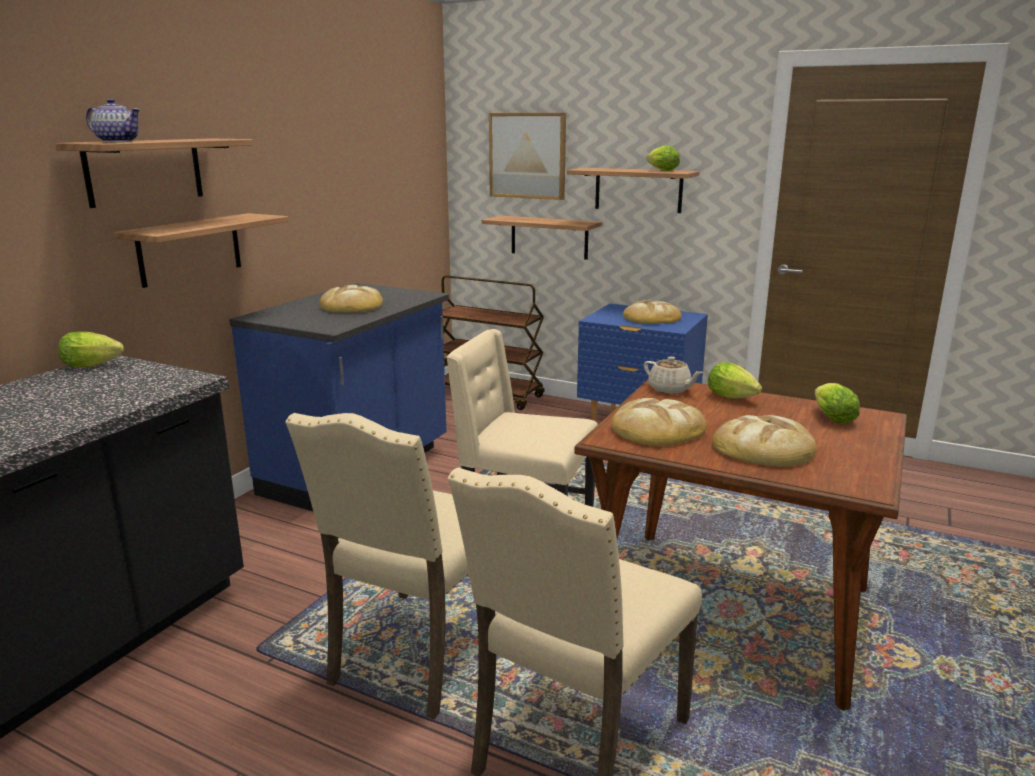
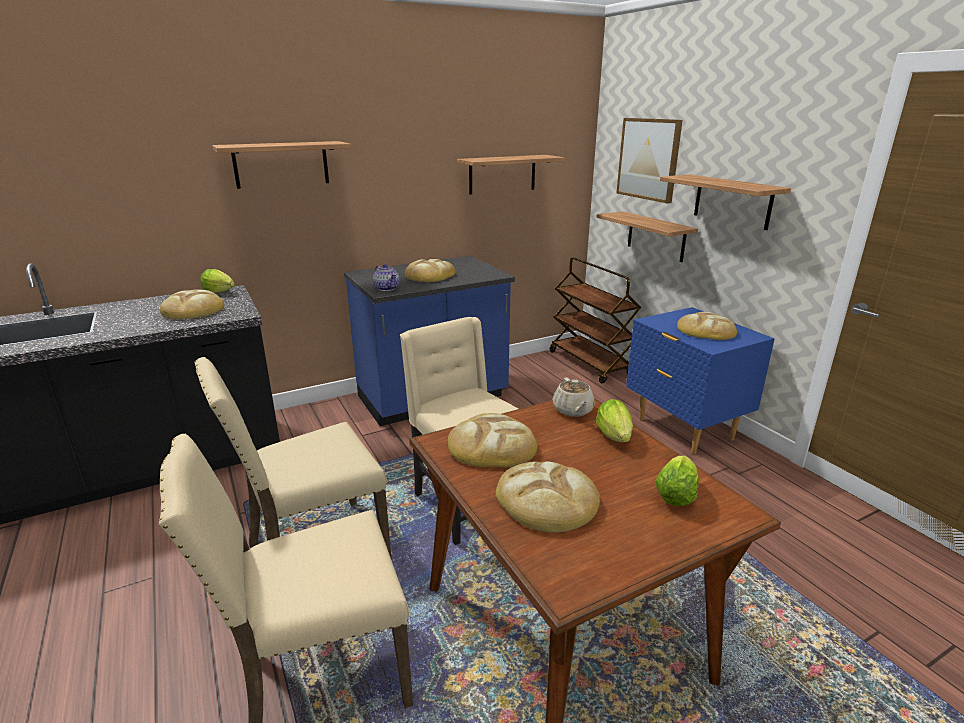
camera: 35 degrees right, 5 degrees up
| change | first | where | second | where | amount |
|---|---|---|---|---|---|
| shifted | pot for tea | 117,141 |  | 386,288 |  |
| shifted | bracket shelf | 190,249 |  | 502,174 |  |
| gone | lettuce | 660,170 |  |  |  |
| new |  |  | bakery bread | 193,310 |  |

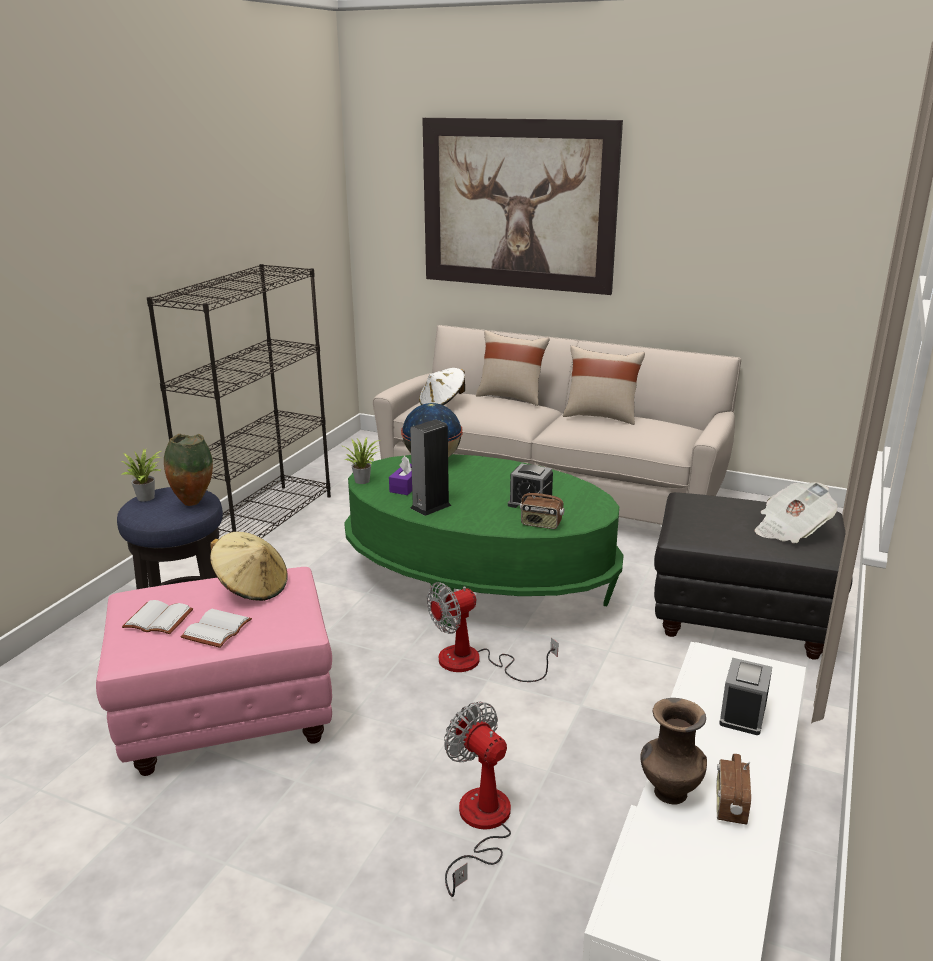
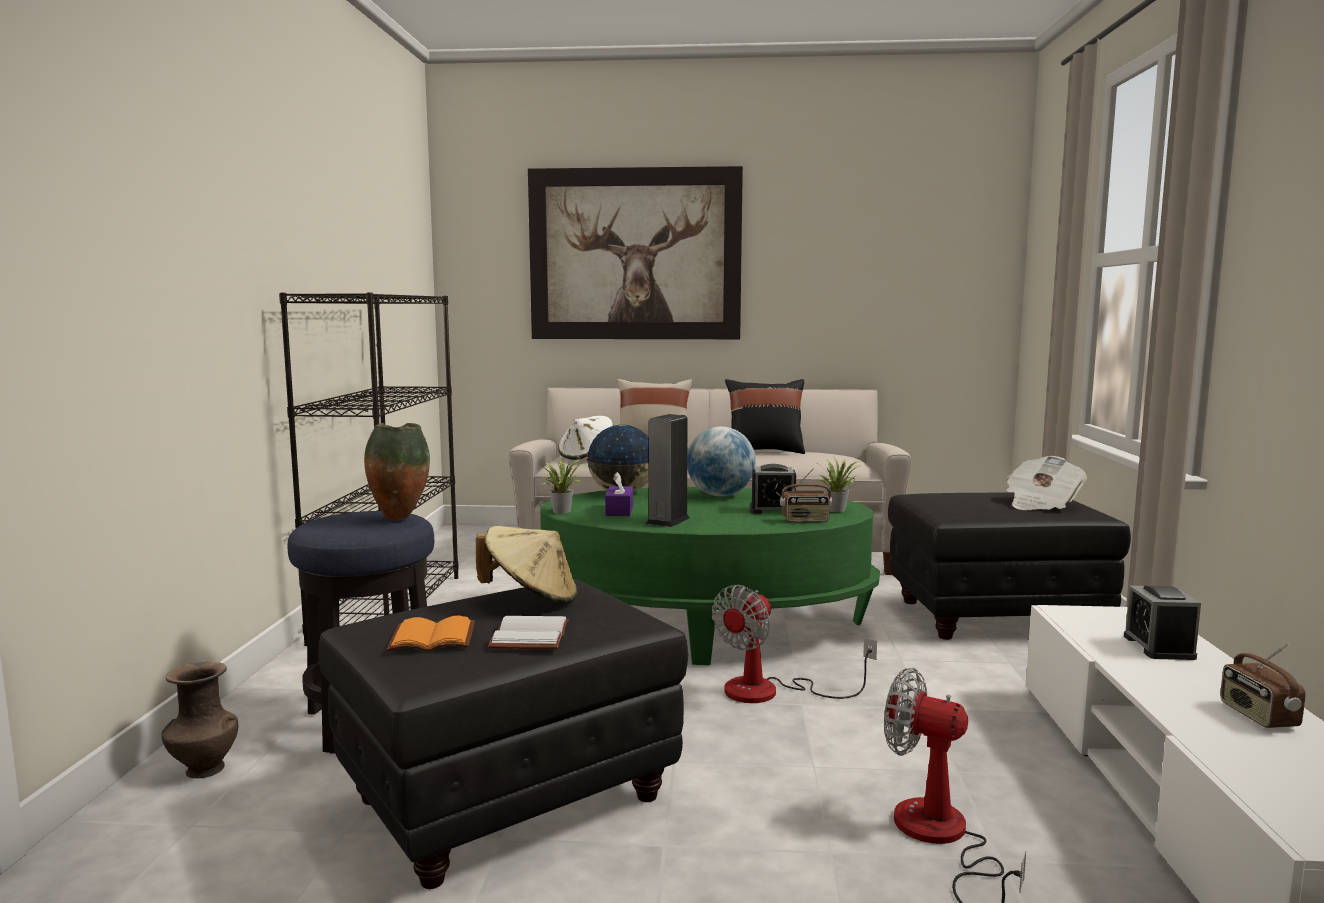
camera: 20 degrees left, 15 degrees down
| change | first | where | second | where | amount |
|---|---|---|---|---|---|
| repainted | ottoman in pinkish | 229,718 | ottoman in black | 508,798 |  |
| shifted | plant in a pot | 148,497 |  | 837,509 |  |
| repainted | book in white-coloured | 156,620 | book in orange-coloured | 430,639 |  |
| repainted | cushion in beige-coloured | 601,416 | cushion in black | 764,451 |  |
| shifted | decorative vase in brownish | 668,792 |  | 203,770 |  |
| new |  |  | globe | 720,495 |  |

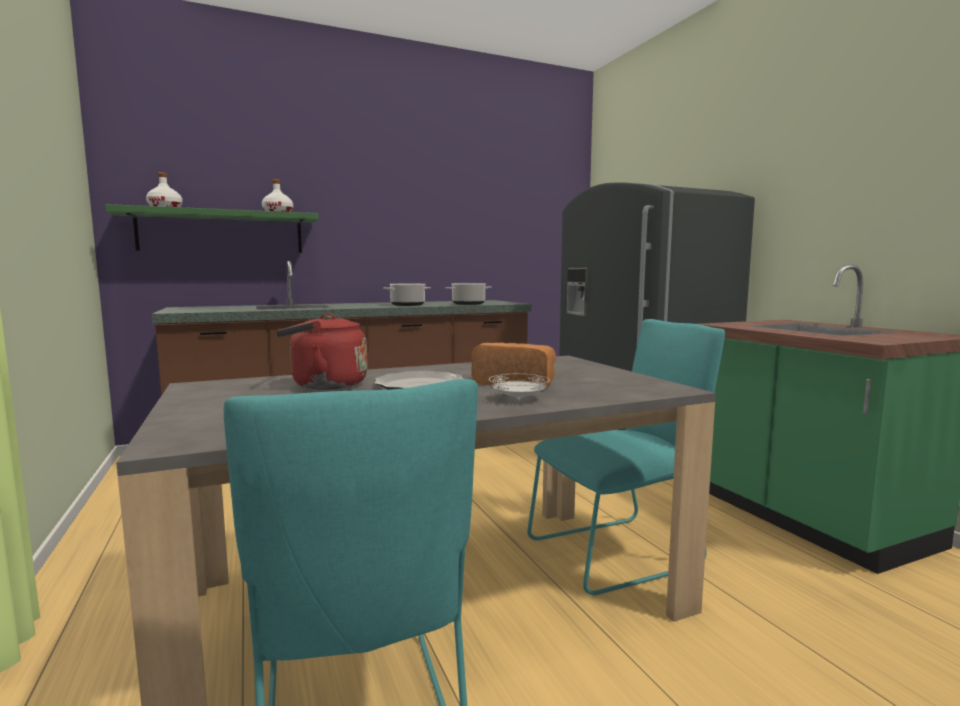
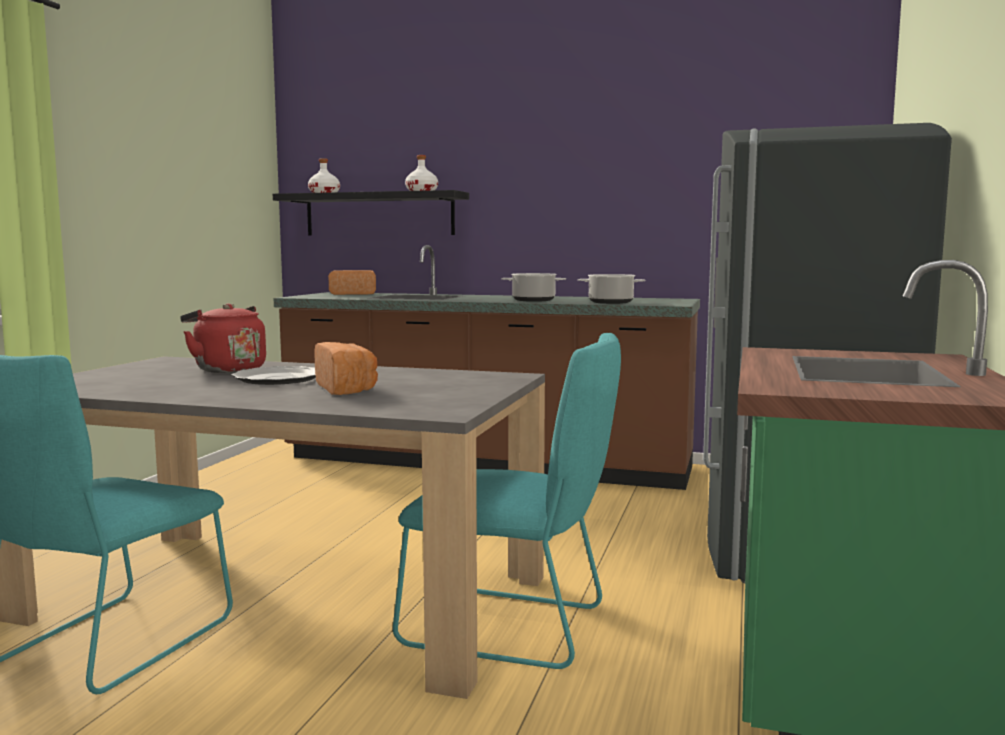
camera: 40 degrees right, 0 degrees up
| change | first | where | second | where | amount |
|---|---|---|---|---|---|
| repainted | bracket shelf in greenish | 222,232 | bracket shelf in black | 379,214 |  |
| gone | flat dish in white-coloured | 518,399 |  |  |  |
| new |  |  | bakery bread | 353,294 |  |

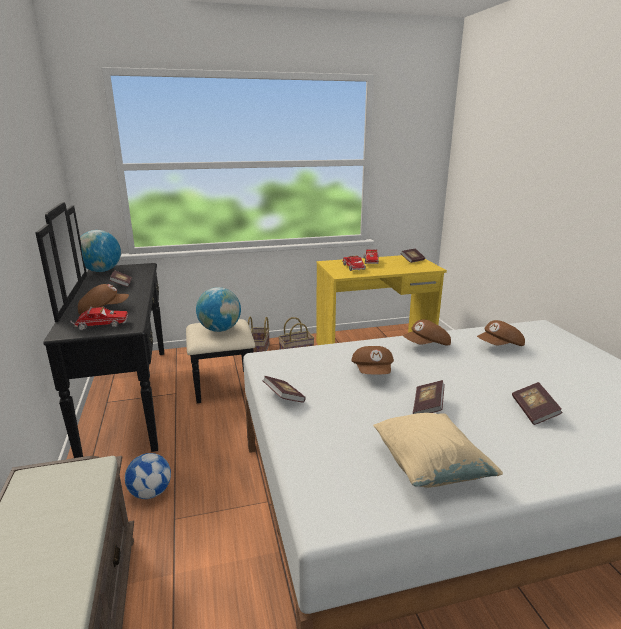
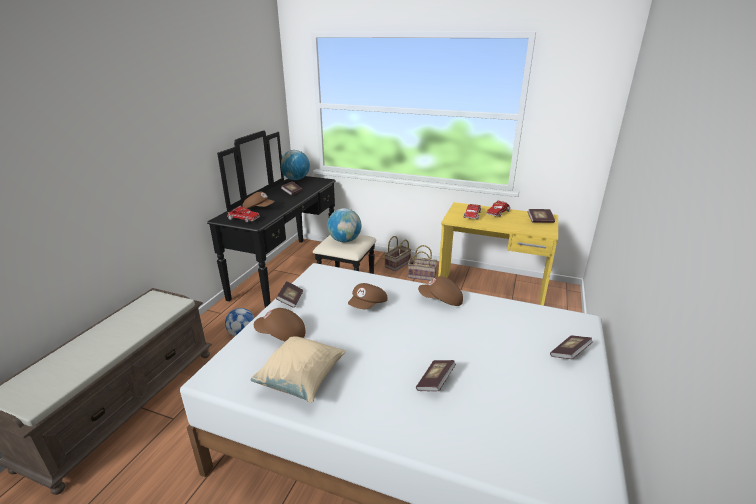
camera: 35 degrees right, 5 degrees up
| change | first | where | second | where | amount |
|---|---|---|---|---|---|
| shifted | book | 427,407 |  | 569,353 |  |
| shifted | baseball cap in brownish | 500,346 |  | 281,335 |  |

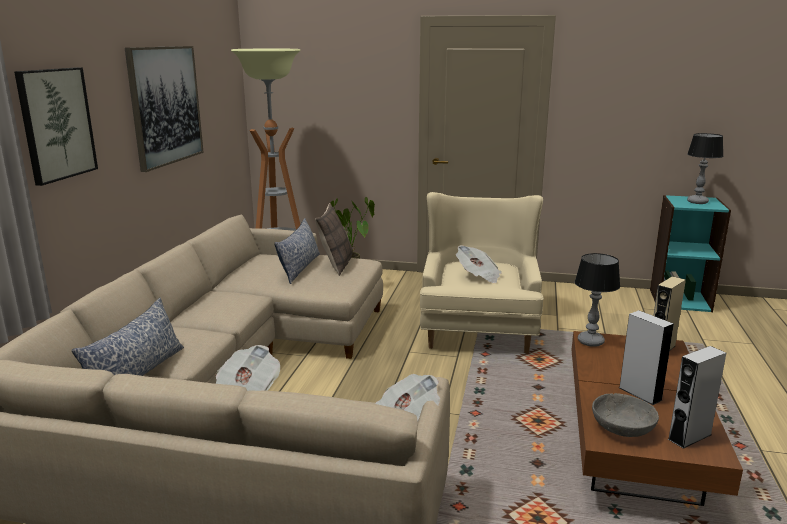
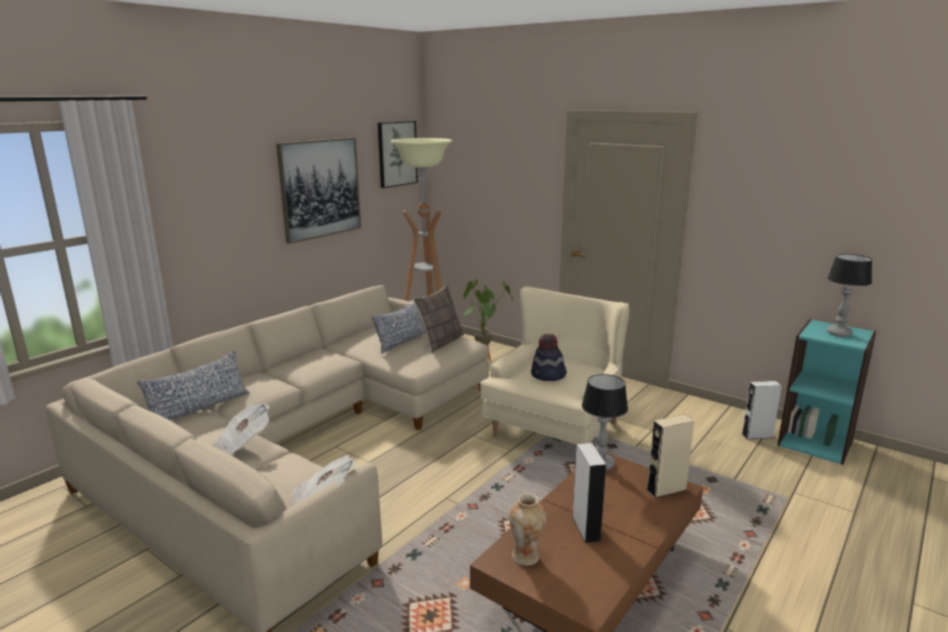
camera: 25 degrees right, 0 degrees up
| change | first | where | second | where | amount |
|---|---|---|---|---|---|
| shifted | wall art | 56,124 |  | 397,153 |  |
| swapped | newspaper | 478,276 | hat | 548,375 |  |
| swapped | serving bowl in greyish | 622,429 | decorative vase | 526,556 |  |
| shifted | loudspeaker in greyish | 689,437 |  | 757,435 |  |

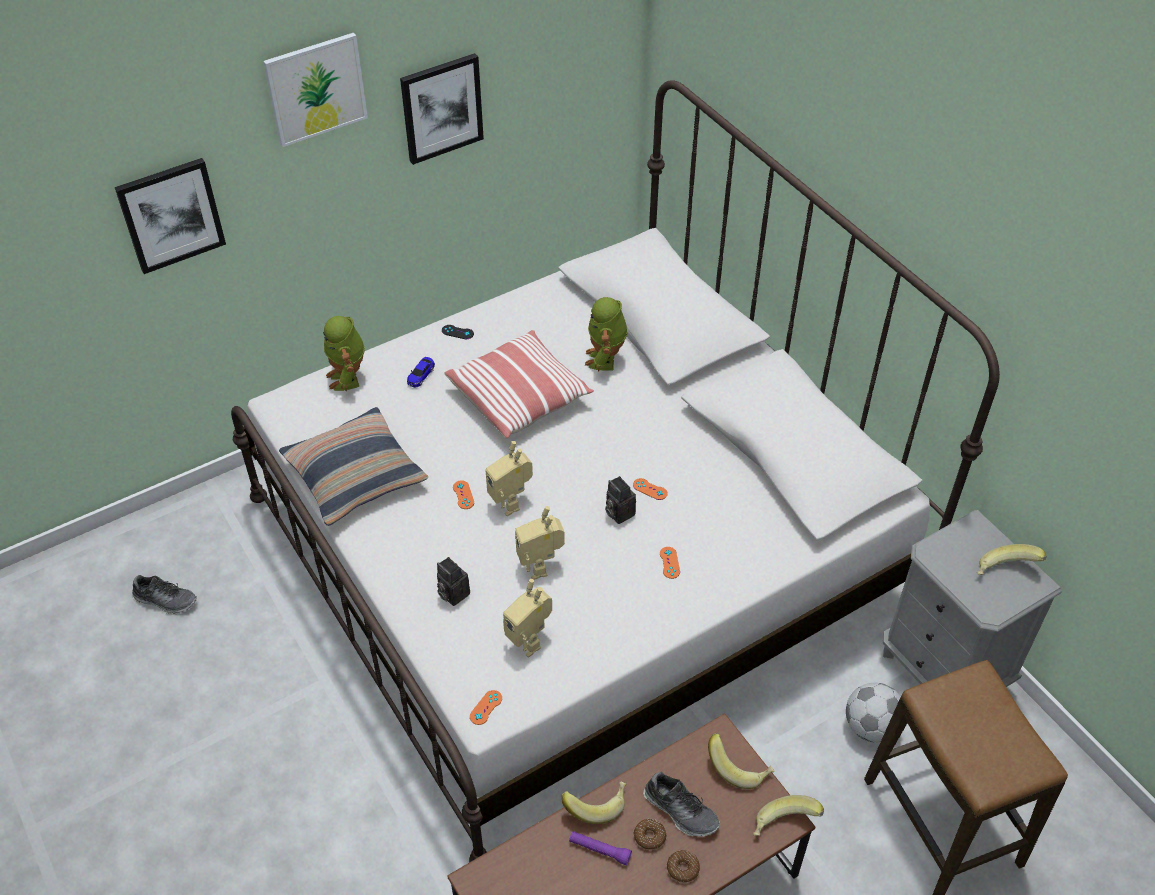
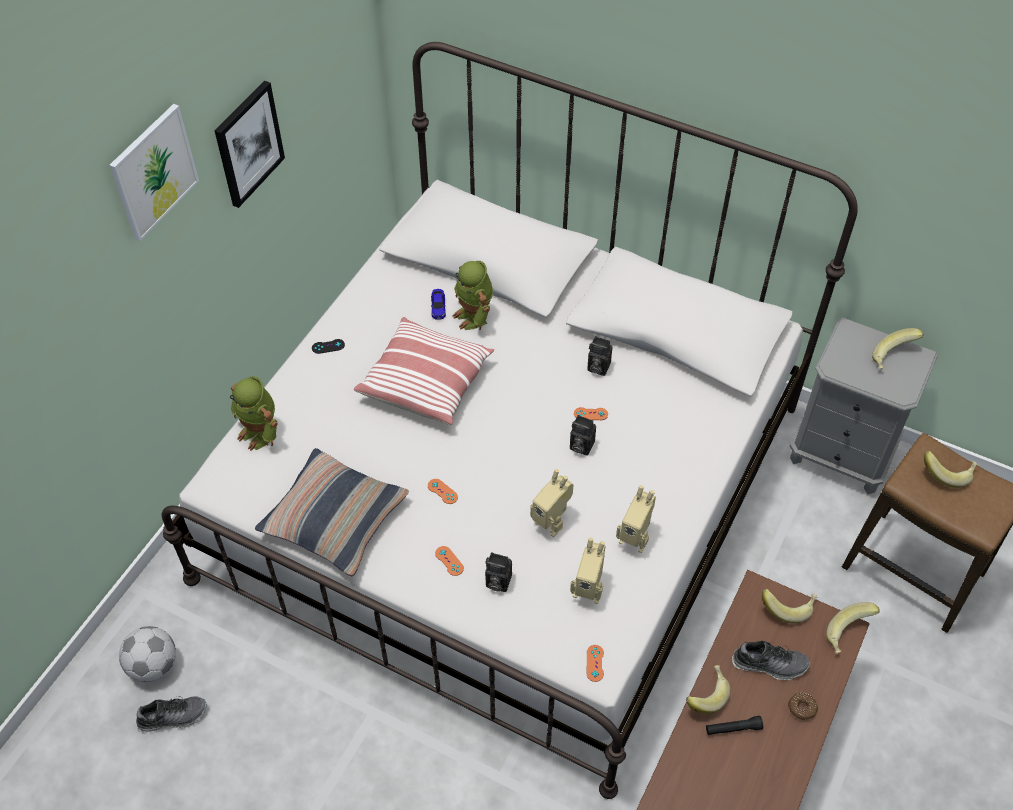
camera: 30 degrees left, 5 degrees up
| change | first | where | second | where | amount |
|---|---|---|---|---|---|
| gone | wall art | 171,215 |  |  |  |
| shifted | miniature car | 421,375 |  | 438,307 |  |
| shifted | robot figure | 511,502 |  | 635,538 |  |
| repainted | hand torch in purple | 599,850 | hand torch in black | 733,728 |  |
| gone | doughnut | 649,836 |  |  |  |
| shifted | game controller in orange-coloured | 669,562 |  | 449,561 |  |
| shifted | ball for football | 870,727 |  | 153,665 |  |
| new |  |  | photo camera | 597,367 |  |
| new |  |  | banana fruit | 947,473 |  |

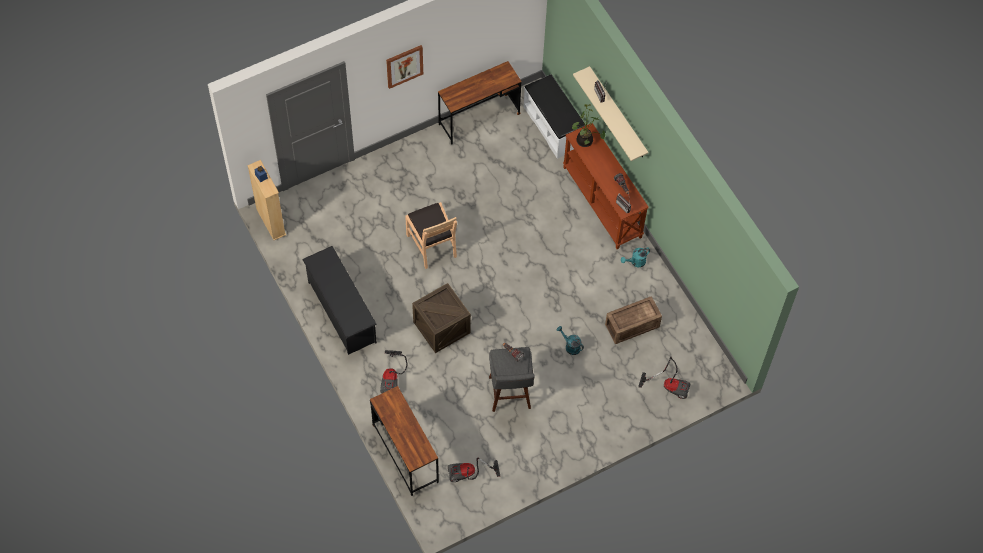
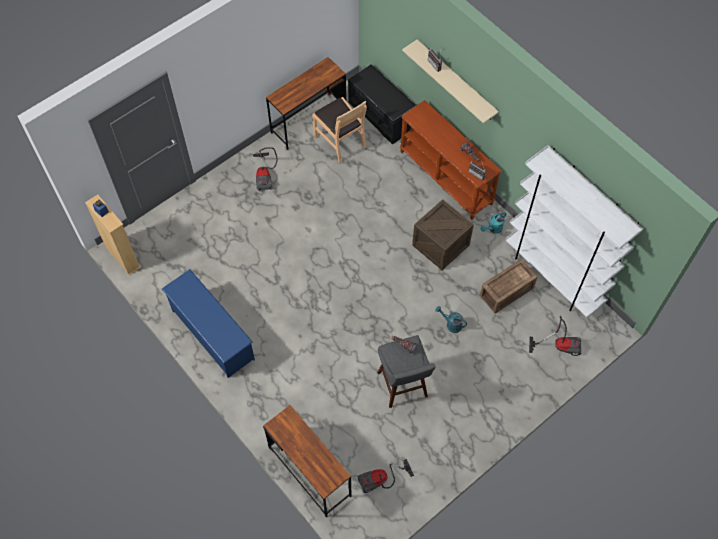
camera: 10 degrees left, 0 degrees up
| change | first | where | second | where | amount |
|---|---|---|---|---|---|
| repainted | shoe shelf in black | 341,312 | shoe shelf in bluish | 212,334 |  |
| shifted | hoover | 392,377 |  | 265,175 |  |
| gone | wall art | 404,66 |  |  |  |
| shifted | plain chair in brownish | 432,245 |  | 340,141 |  |
| shifted | crate | 441,327 |  | 440,245 |  |
| repainted | indoor bench in white-coloured | 553,126 | indoor bench in black | 381,115 |  |
| gone | plant in a pot | 586,141 |  |  |  |
| new |  |  | bookshelf in white-coloured | 553,275 |  |

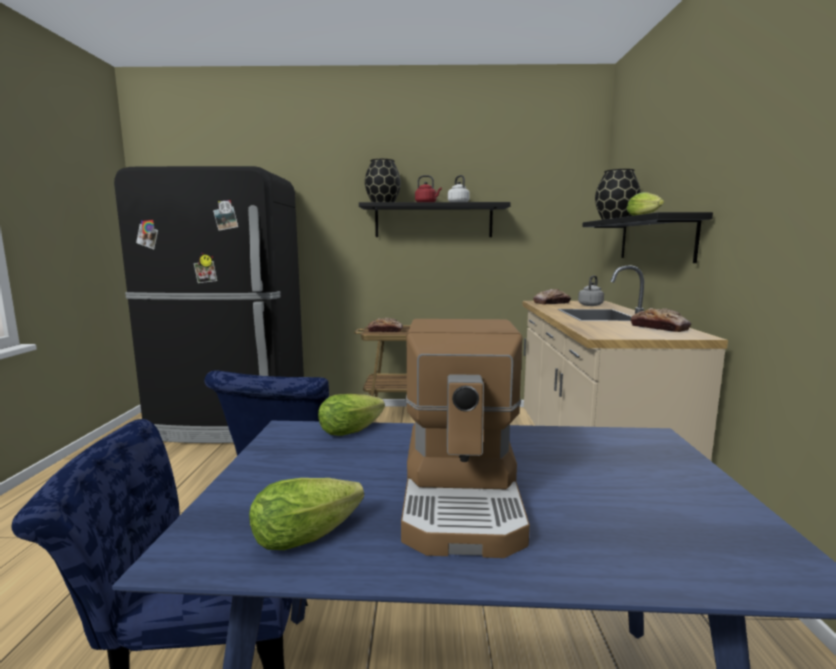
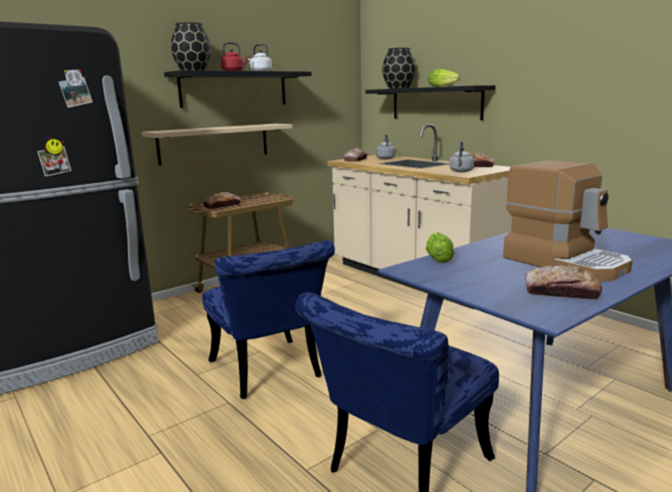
camera: 40 degrees left, 5 degrees up
| change | first | where | second | where | amount |
|---|---|---|---|---|---|
| swapped | lettuce | 312,532 | bakery bread | 561,292 |  |
| new |  |  | bracket shelf in beige-coloured | 214,143 |  |
| new |  |  | water kettle in greyish | 461,171 |  |

